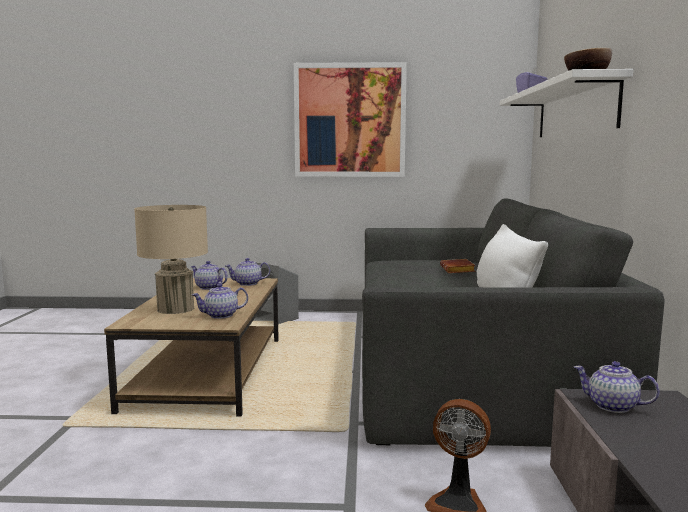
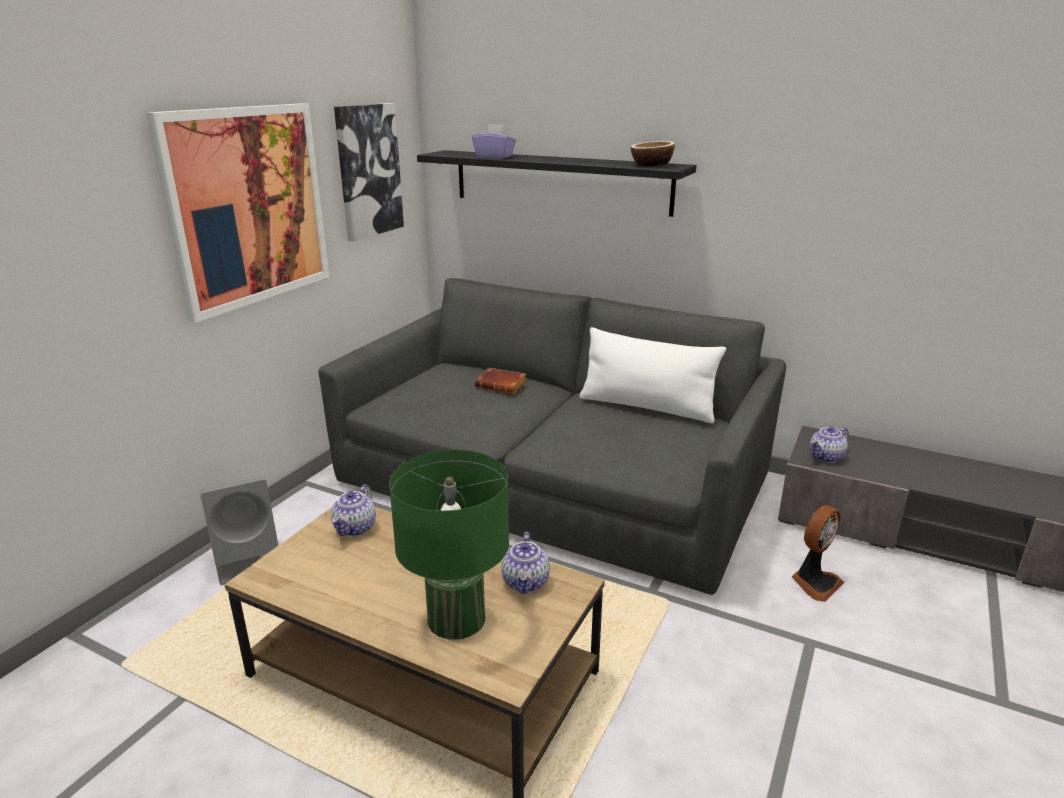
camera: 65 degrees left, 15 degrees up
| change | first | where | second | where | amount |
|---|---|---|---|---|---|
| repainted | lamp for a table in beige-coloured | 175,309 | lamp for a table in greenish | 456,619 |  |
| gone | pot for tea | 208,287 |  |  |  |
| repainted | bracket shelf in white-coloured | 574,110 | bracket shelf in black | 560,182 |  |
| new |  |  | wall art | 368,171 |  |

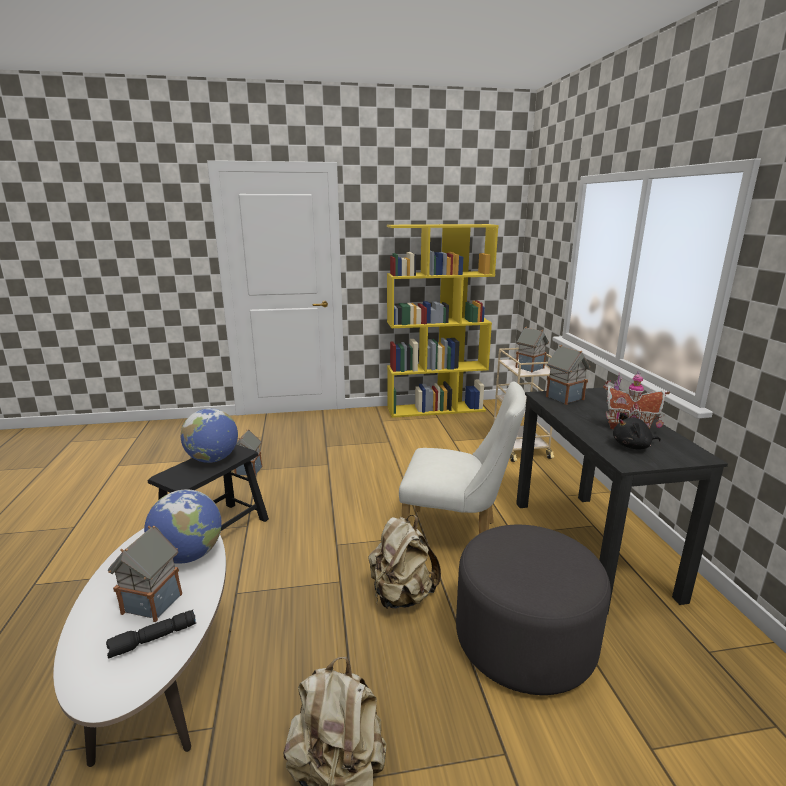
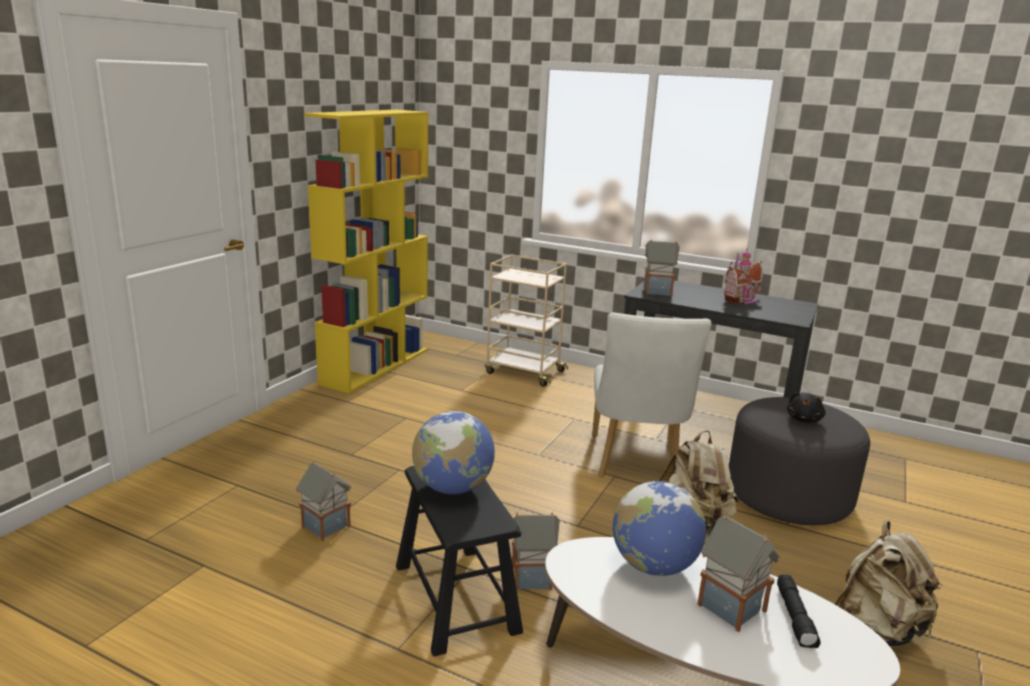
camera: 55 degrees left, 0 degrees up
| change | first | where | second | where | amount |
|---|---|---|---|---|---|
| rotated | plain chair in white-coloured | 457,538 |  | 635,463 | 135 degrees clockwise |
| shifted | model house | 530,368 |  | 532,577 |  |
| shifted | soft toy in black | 633,446 |  | 804,419 |  |

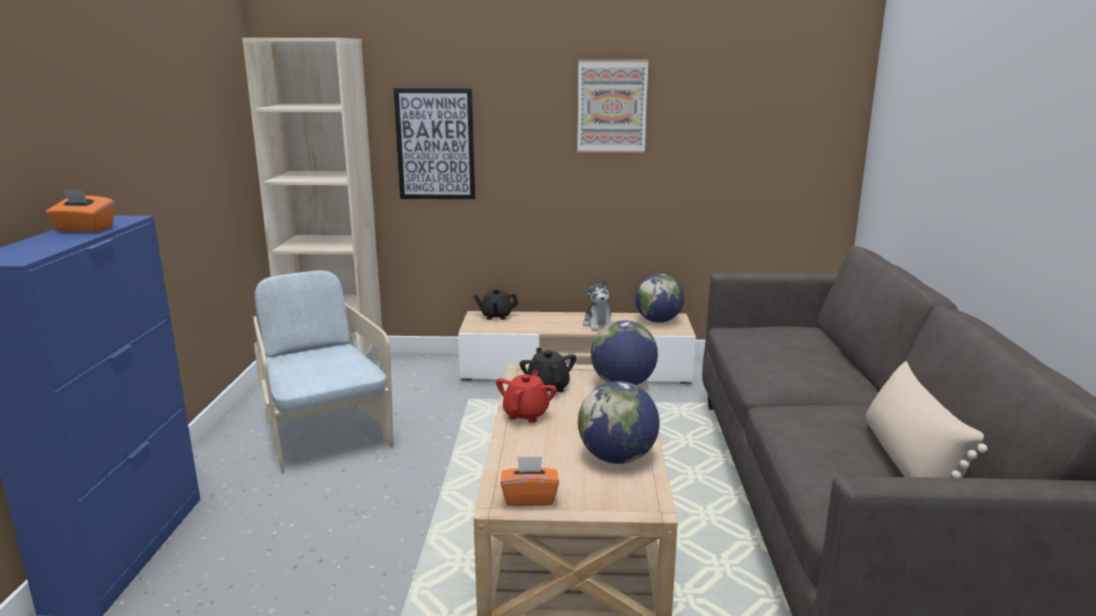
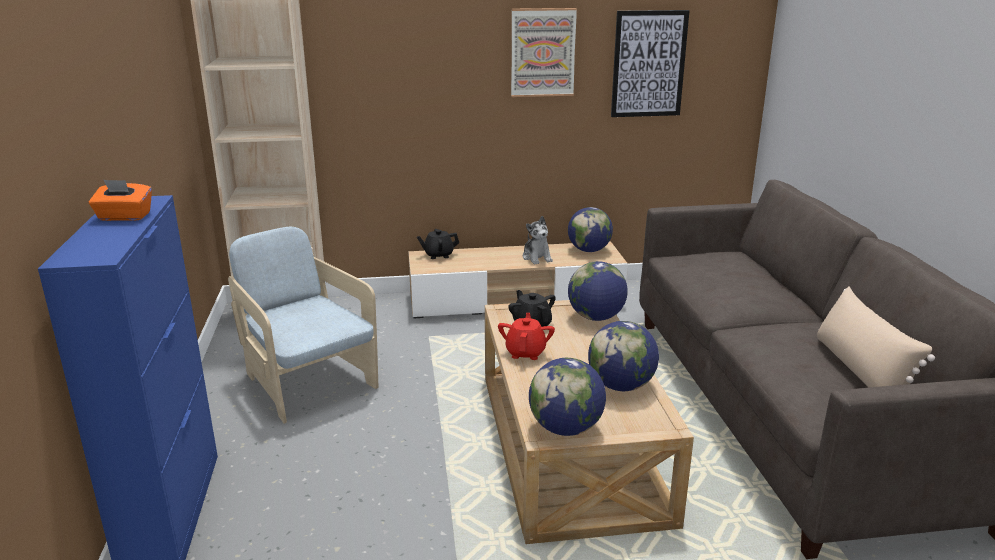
camera: 10 degrees left, 5 degrees up
| change | first | where | second | where | amount |
|---|---|---|---|---|---|
| shifted | wall art | 435,144 |  | 648,64 |  |
| swapped | tissue box in orange-coloured | 529,498 | globe | 565,428 |  |

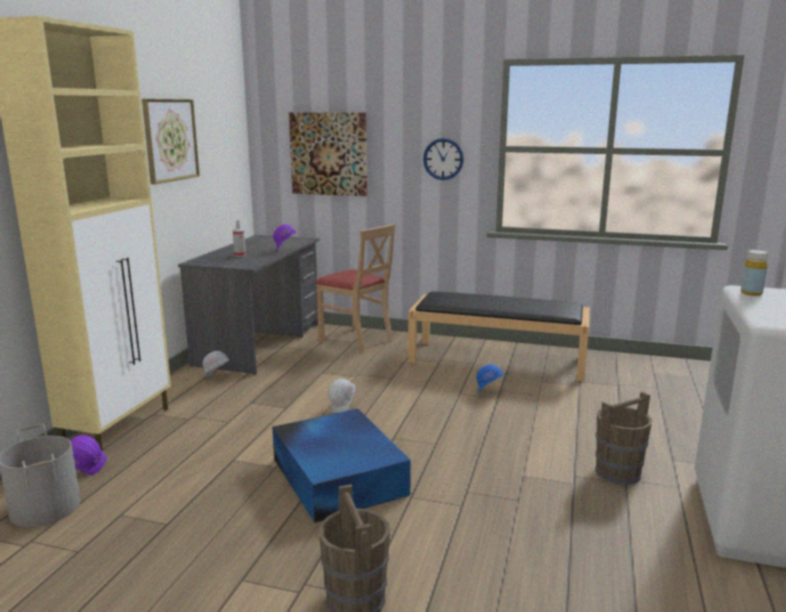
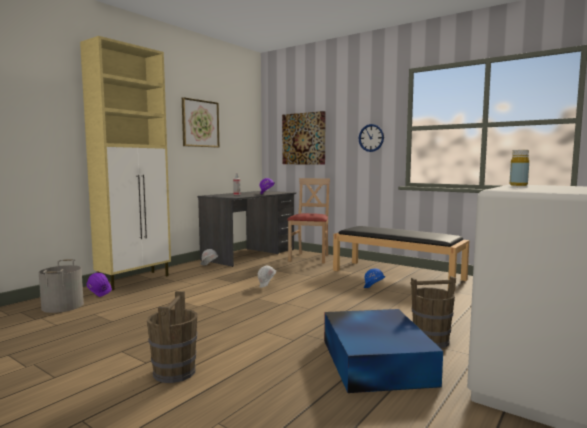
camera: 20 degrees right, 10 degrees down
| change | first | where | second | where | amount |
|---|---|---|---|---|---|
| shifted | storage box in bluish | 338,475 |  | 376,360 |  |
| rotated | plain chair in beige-coloured | 356,340 |  | 310,258 | 135 degrees counterclockwise |

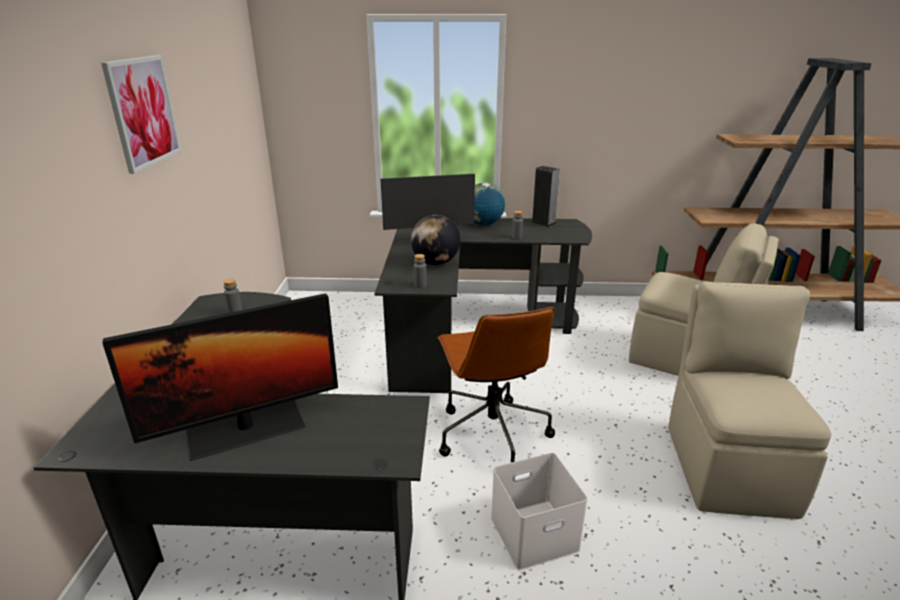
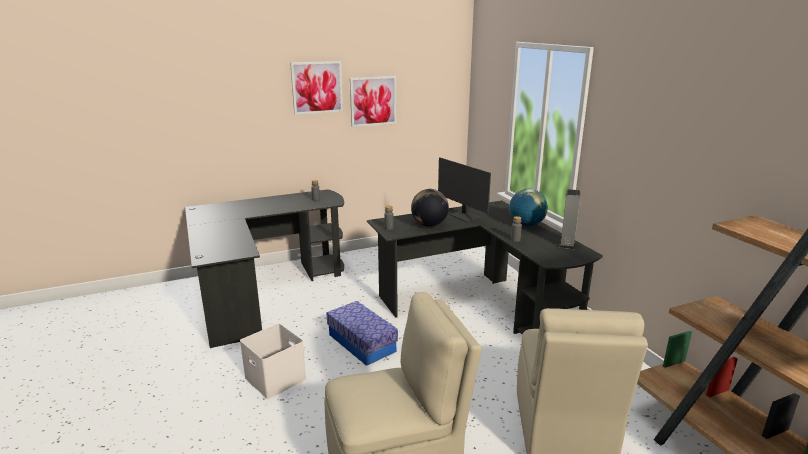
camera: 65 degrees right, 5 degrees down
| change | first | where | second | where | amount |
|---|---|---|---|---|---|
| gone | computer screen | 246,429 |  |  |  |
| swapped | computer chair in brownish | 491,434 | storage box | 361,343 |  |
| new |  |  | wall art | 373,101 |  |

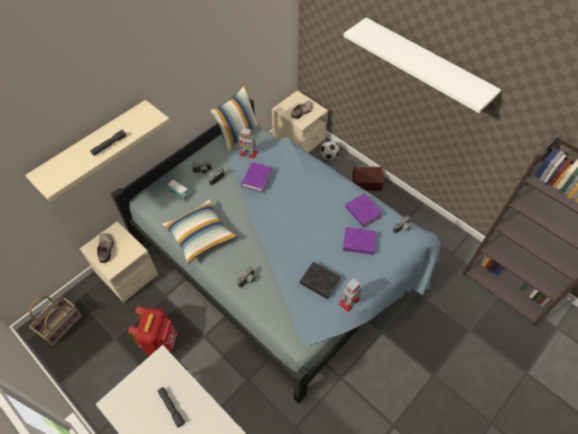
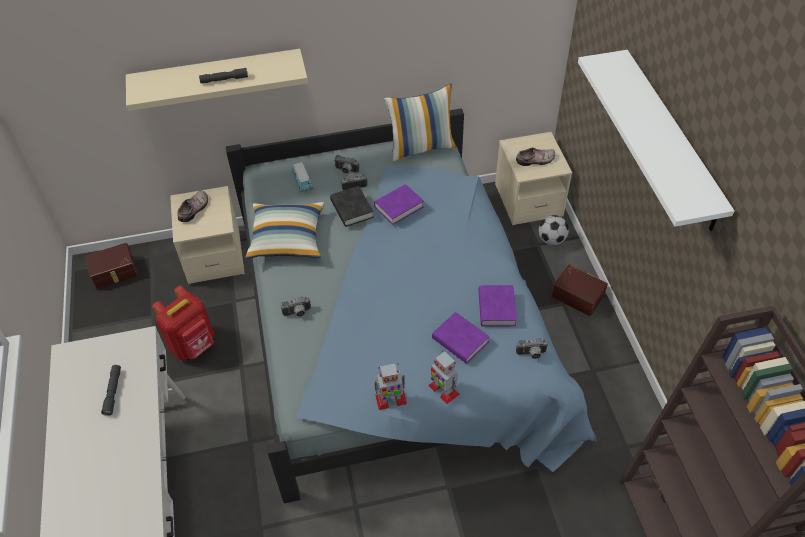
camera: 35 degrees right, 5 degrees down
| change | first | where | second | where | amount |
|---|---|---|---|---|---|
| swapped | household basket | 60,324 | storage box in brownish | 114,272 |  |
| shifted | robot figure | 248,153 |  | 443,389 |  |
| shifted | book in black | 320,282 |  | 352,209 |  |

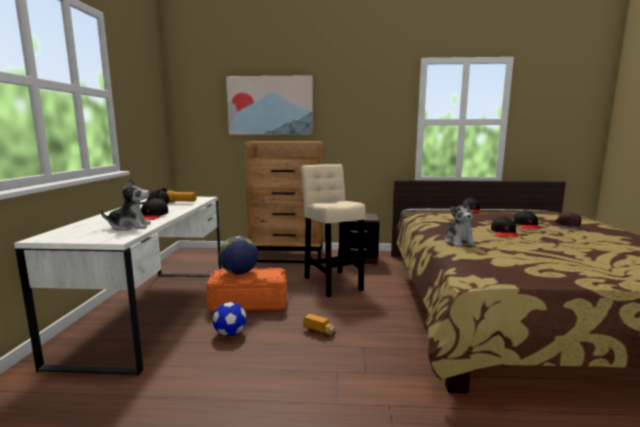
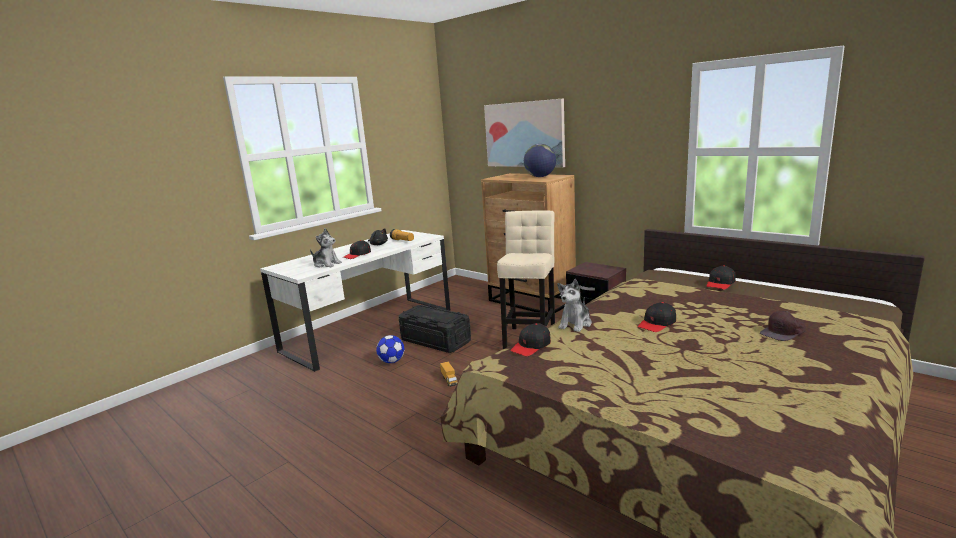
camera: 40 degrees right, 5 degrees up
| change | first | where | second | where | amount |
|---|---|---|---|---|---|
| repainted | storage box in orange-coloured | 248,303 | storage box in black | 435,340 |  |
| shifted | globe | 239,273 |  | 540,177 |  |
| shifted | baseball cap in black | 526,225 |  | 531,346 |  |

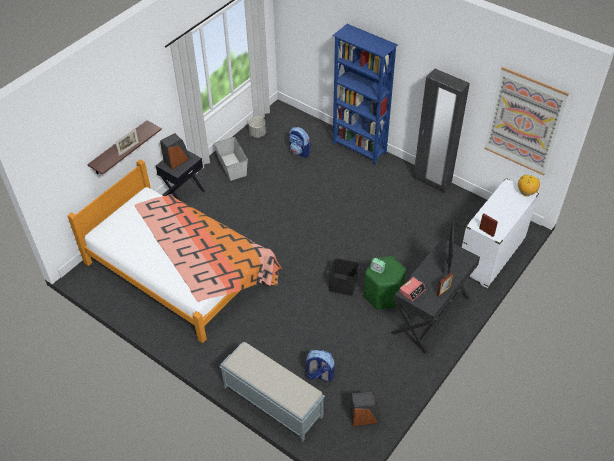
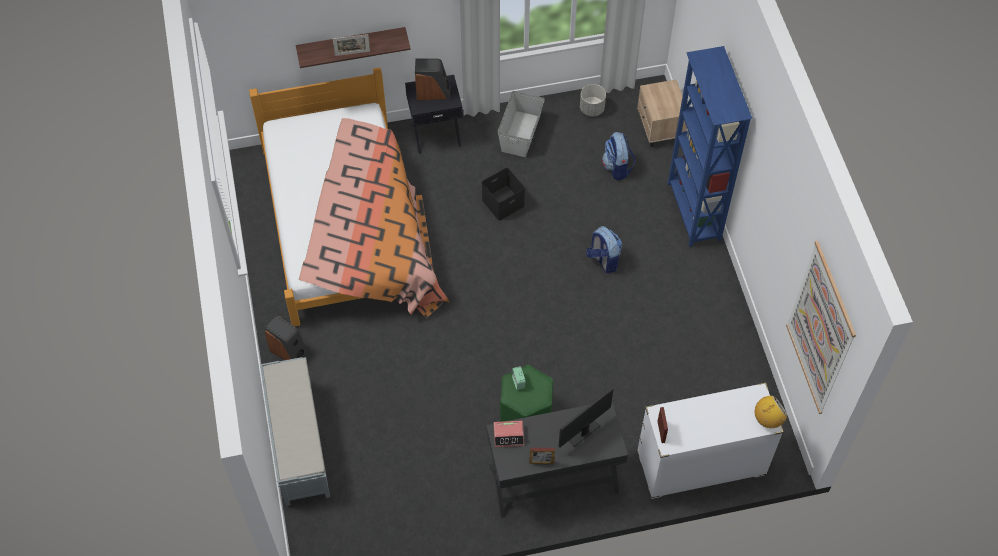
camera: 40 degrees right, 10 degrees up
| change | first | where | second | where | amount |
|---|---|---|---|---|---|
| shifted | backpack | 319,375 |  | 603,260 |  |
| shifted | storage box in black | 343,285 |  | 503,204 |  |
| shifted | loudspeaker | 365,417 |  | 289,351 |  |
| gone | clothes cupboard in black | 432,182 |  |  |  |
| new |  |  | bedside table in beige-coloured | 659,129 |  |

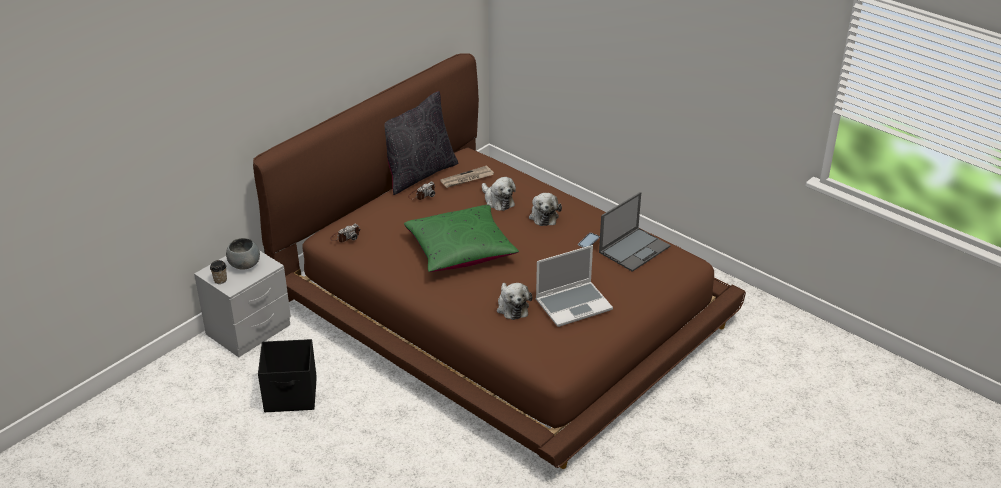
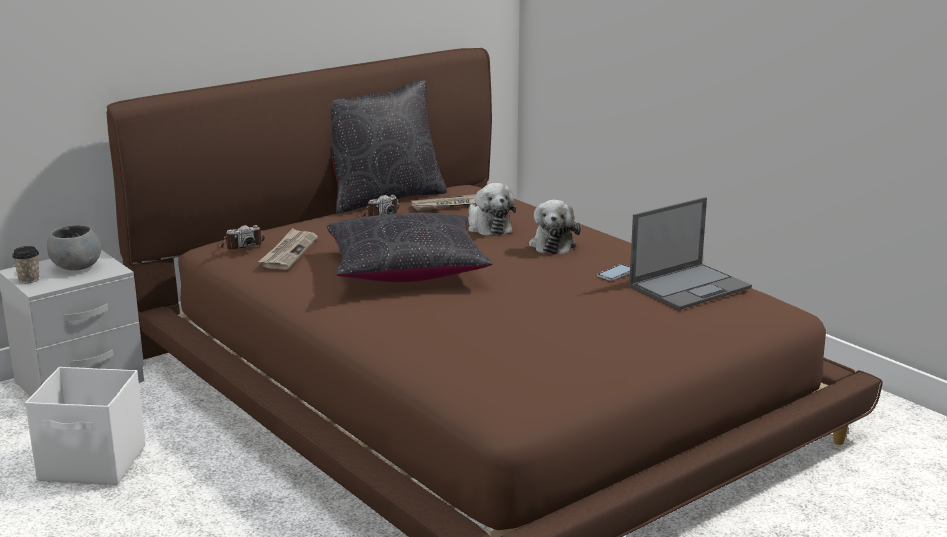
camera: 10 degrees right, 15 degrees down
| change | first | where | second | where | amount |
|---|---|---|---|---|---|
| repainted | storage box in black | 291,395 | storage box in white-coloured | 94,464 |  |
| repainted | cushion in greenish | 460,250 | cushion in black | 406,269 |  |
| gone | soft toy | 512,307 |  |  |  |
| gone | notebook computer | 574,304 |  |  |  |
| new |  |  | newspaper | 289,252 |  |

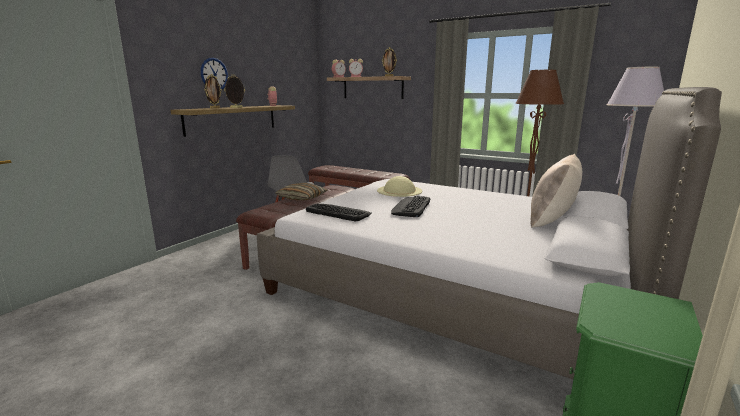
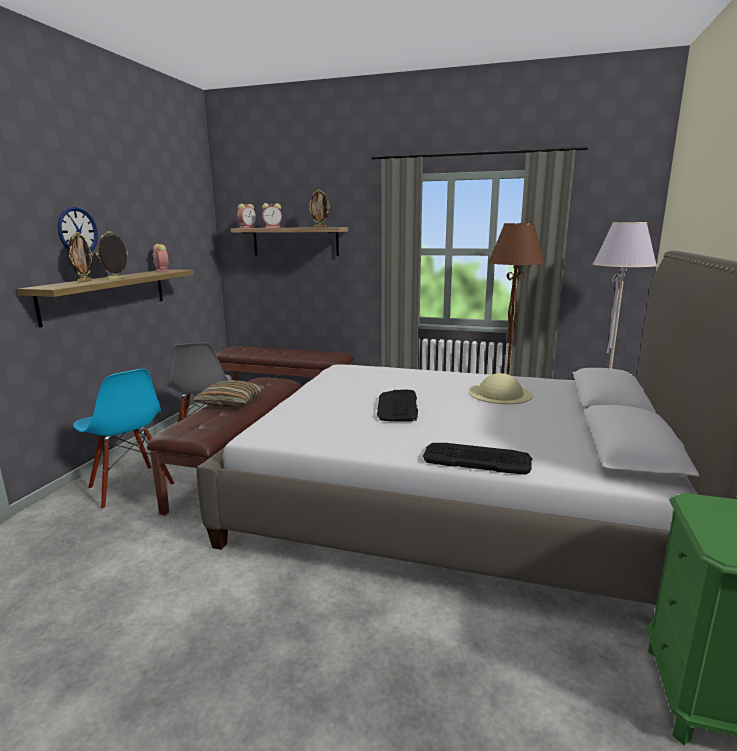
camera: 15 degrees left, 0 degrees up
| change | first | where | second | where | amount |
|---|---|---|---|---|---|
| shifted | keyboard | 338,212 |  | 476,458 |  |
| shifted | hat in beige-coloured | 399,190 |  | 500,393 |  |
| gone | cushion in beige-coloured | 552,221 |  |  |  |
| new |  |  | plain chair in bluish | 130,487 |  |

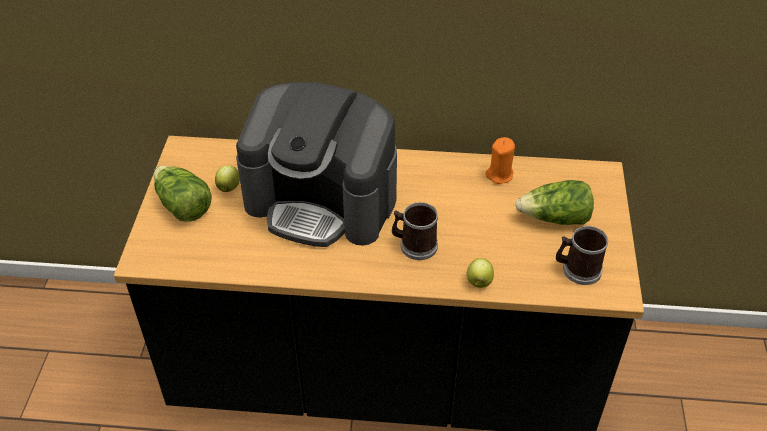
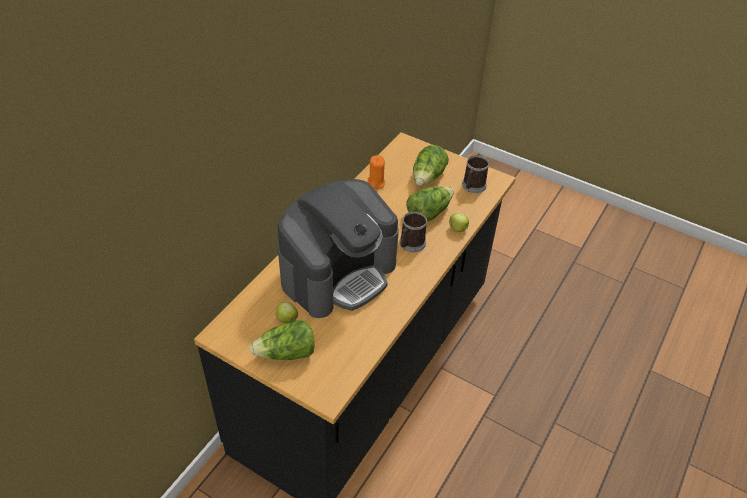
camera: 65 degrees left, 0 degrees up
| change | first | where | second | where | amount |
|---|---|---|---|---|---|
| new |  |  | lettuce | 428,212 |  |

